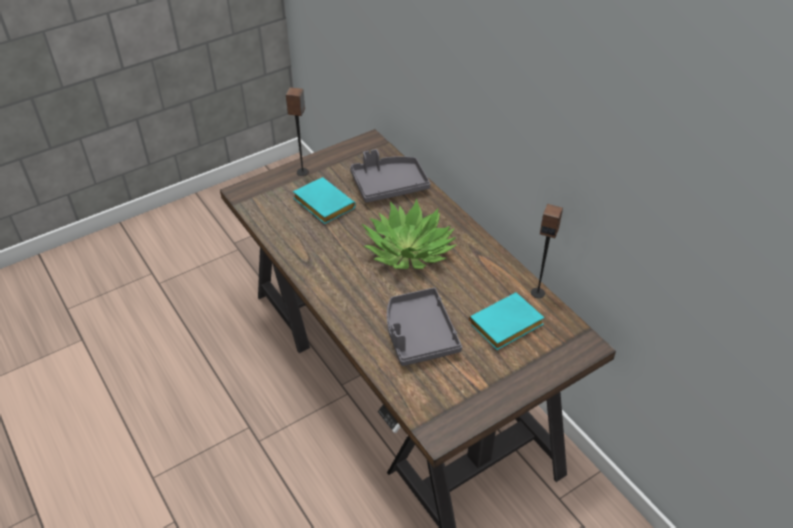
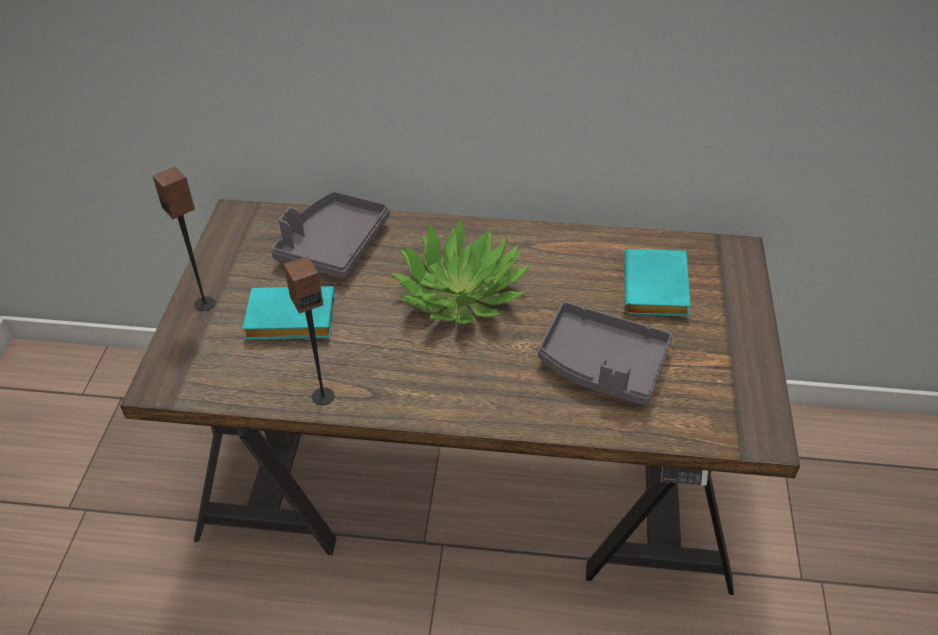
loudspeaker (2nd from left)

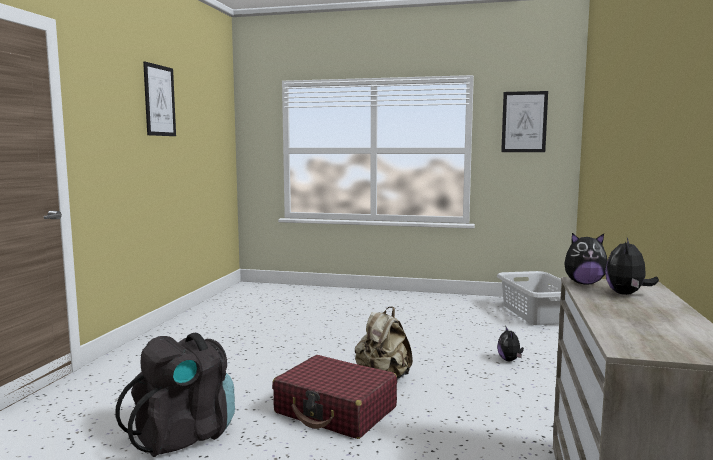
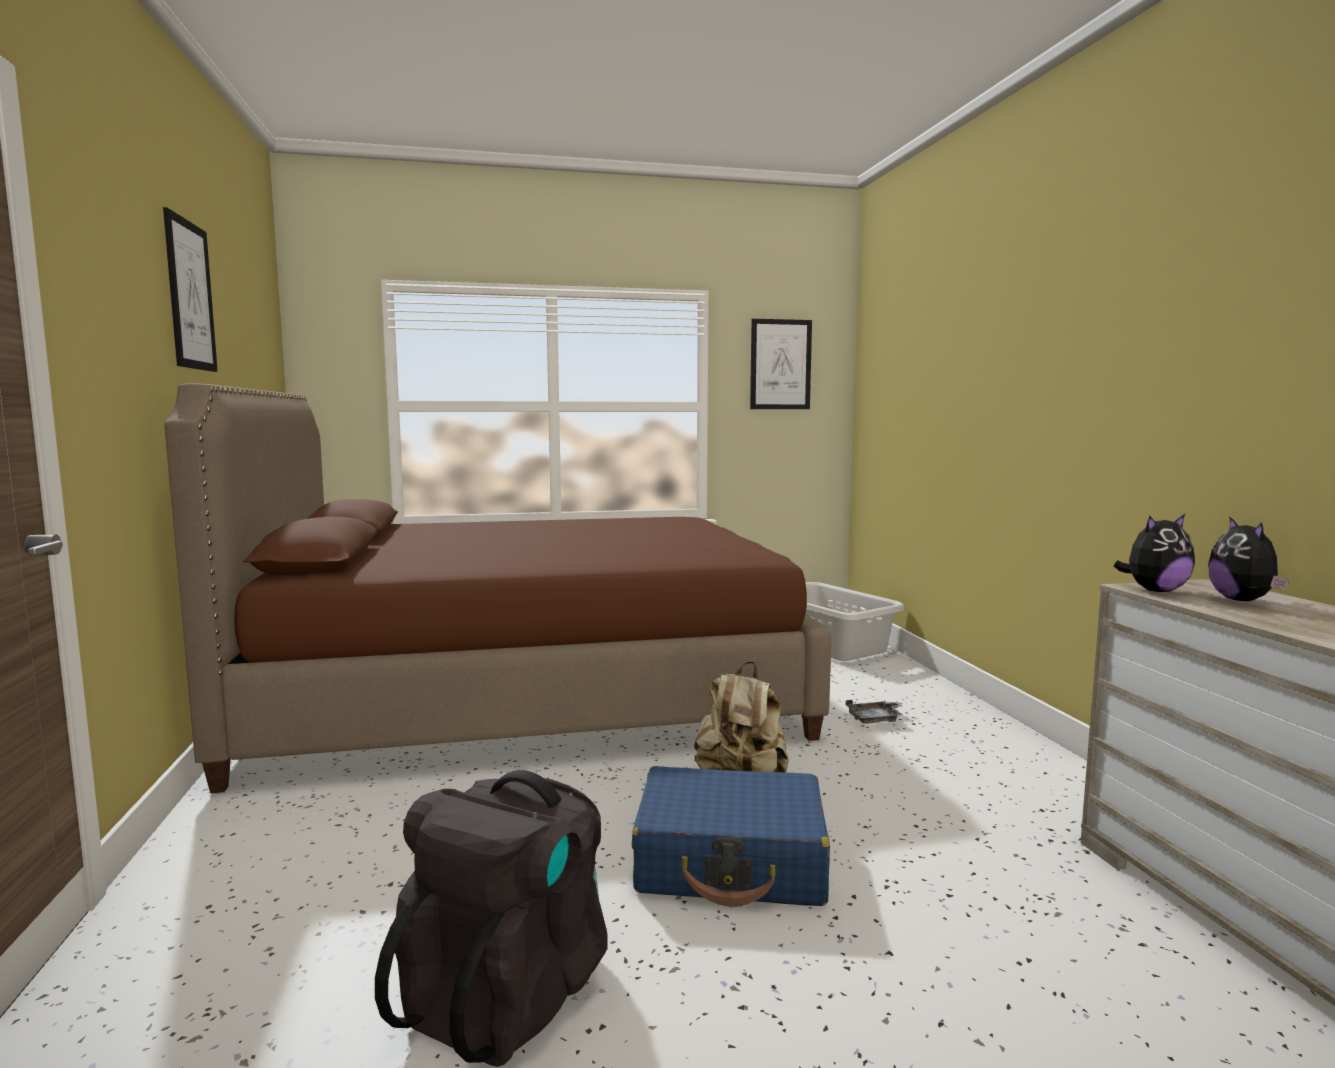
bed in brown-coloured
piece of luggage in blue
serving tray in grey

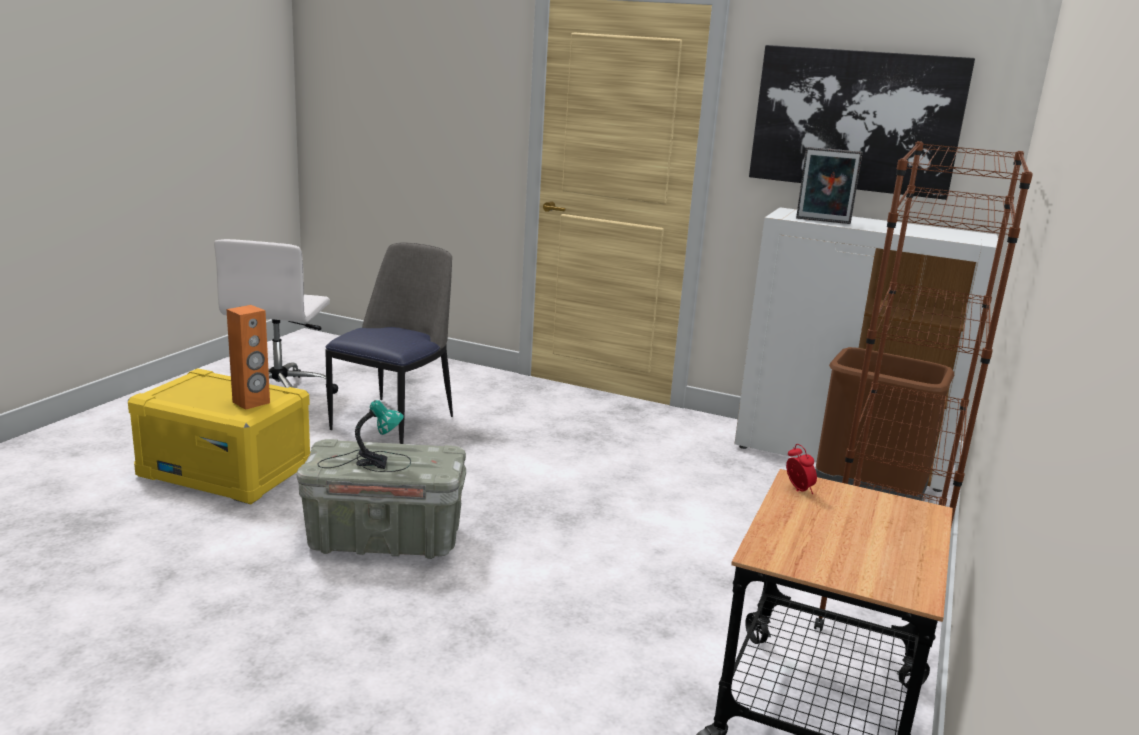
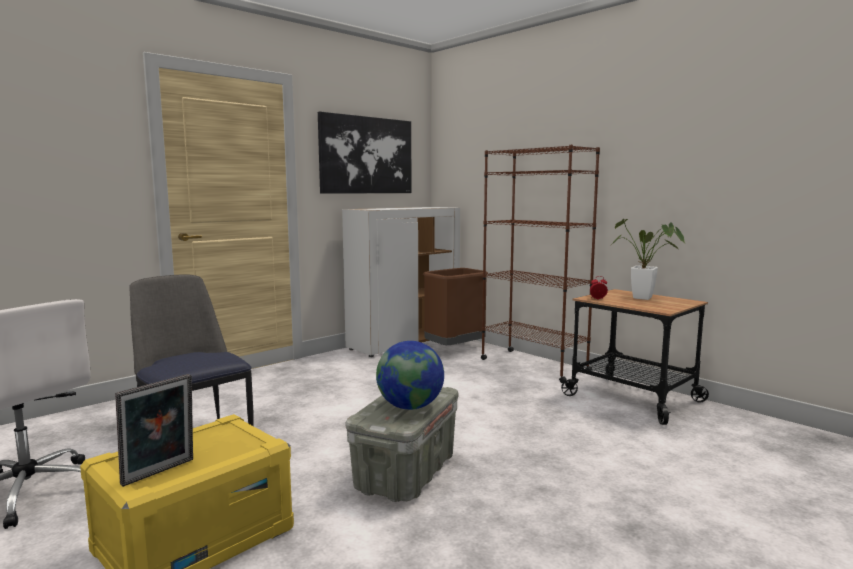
standing frame
world globe
plant in a pot
loudspeaker in orangey

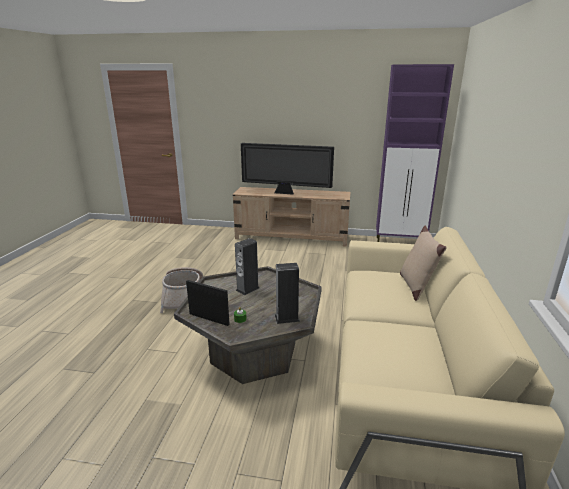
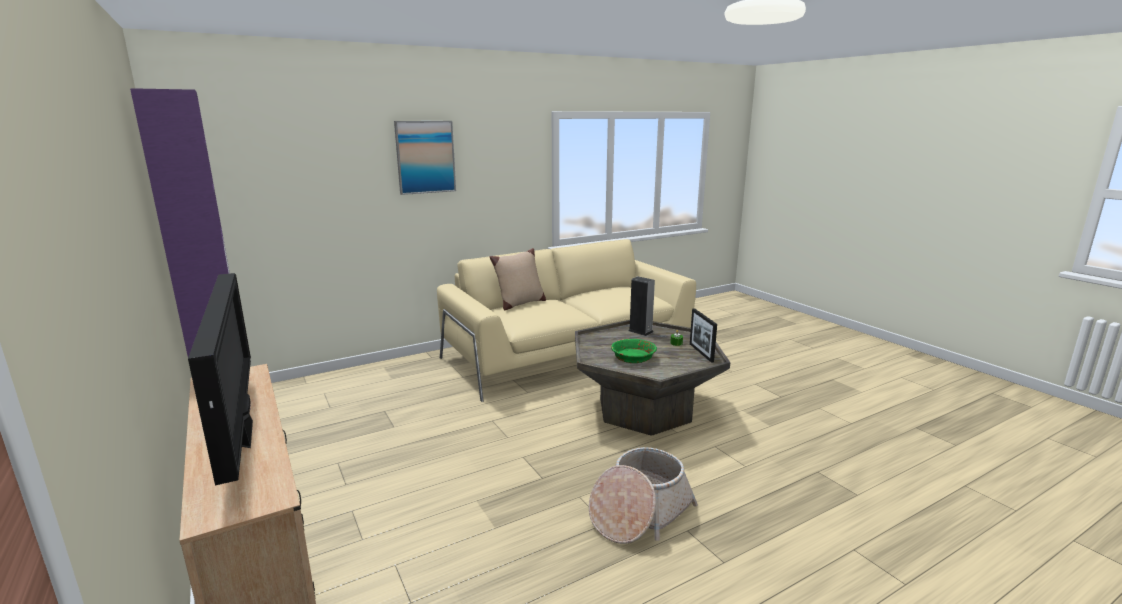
wall art
deep dish in green

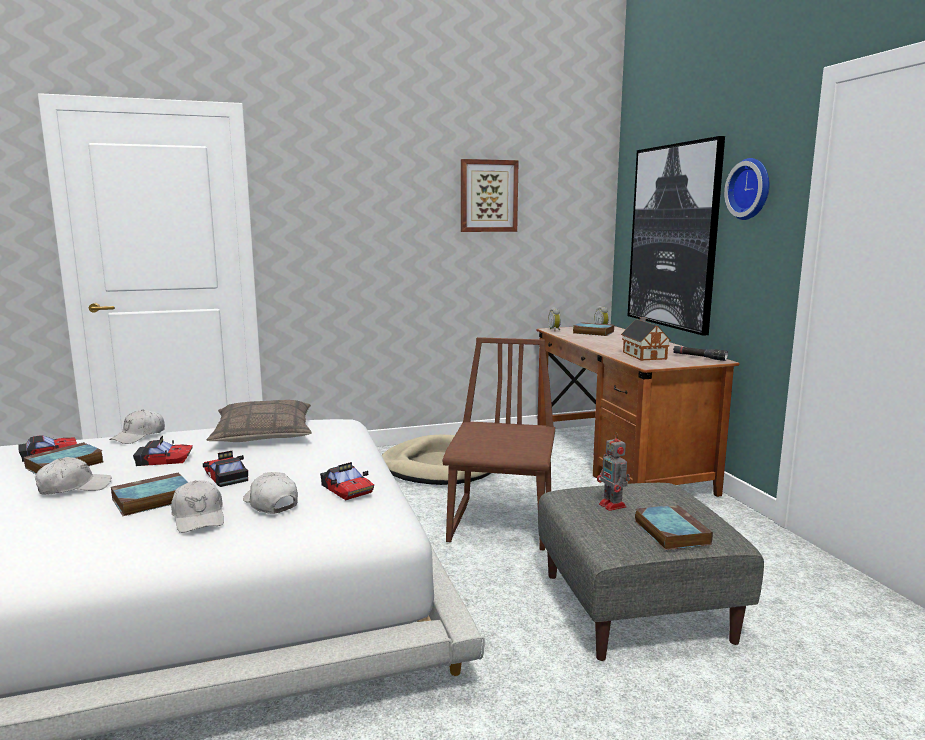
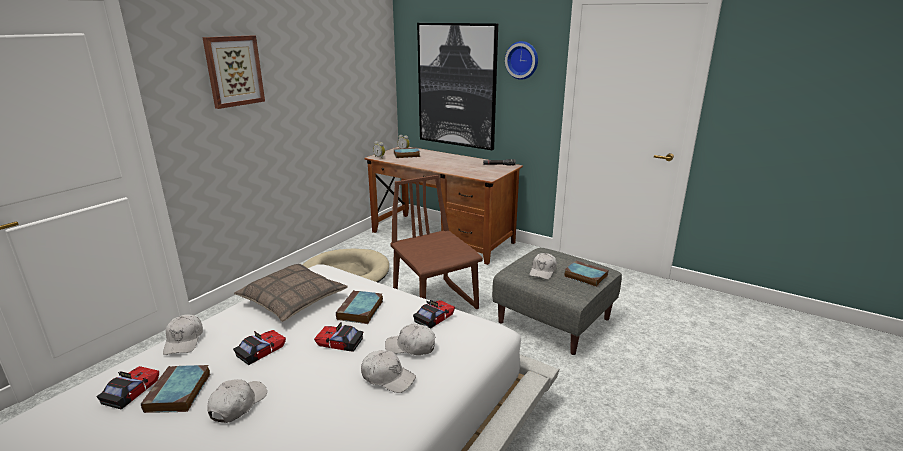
wall art (1st from left)
book (2nd from left)
toy car (4th from left)
cap in white (5th from left)
miniature house

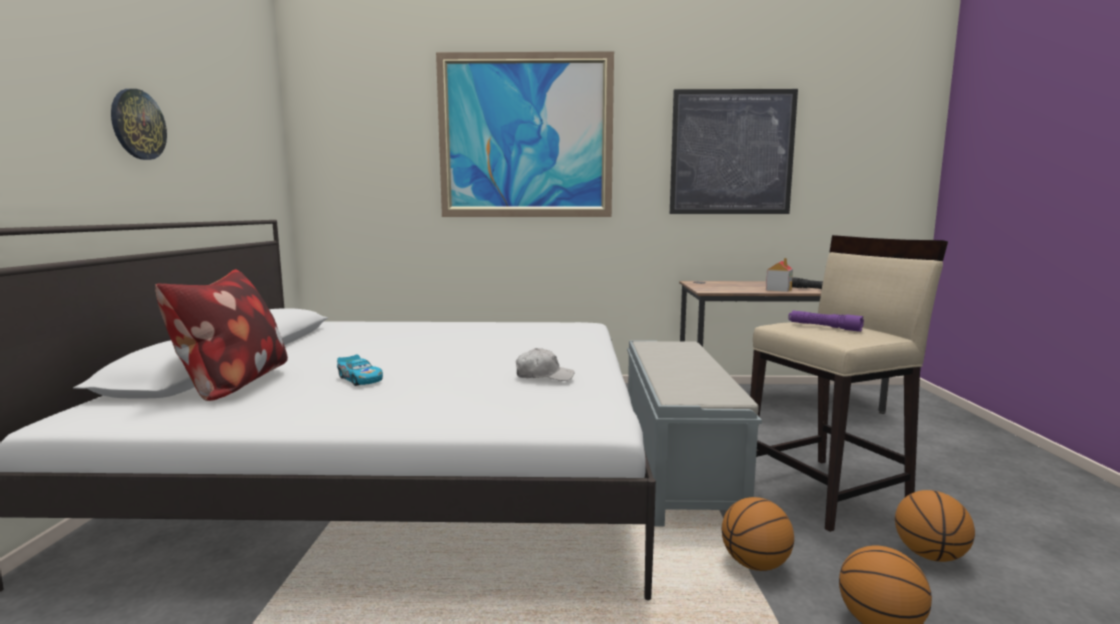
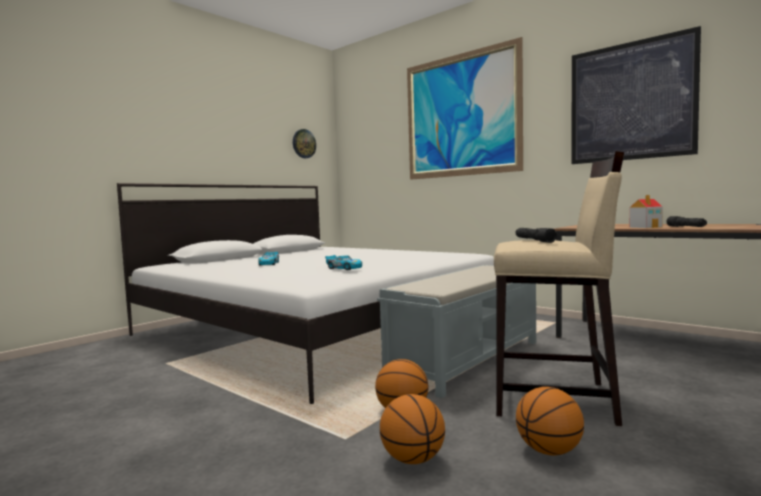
clock on the wall
toy car (2nd from left)
flashlight in black-coloured (1st from left)
cushion

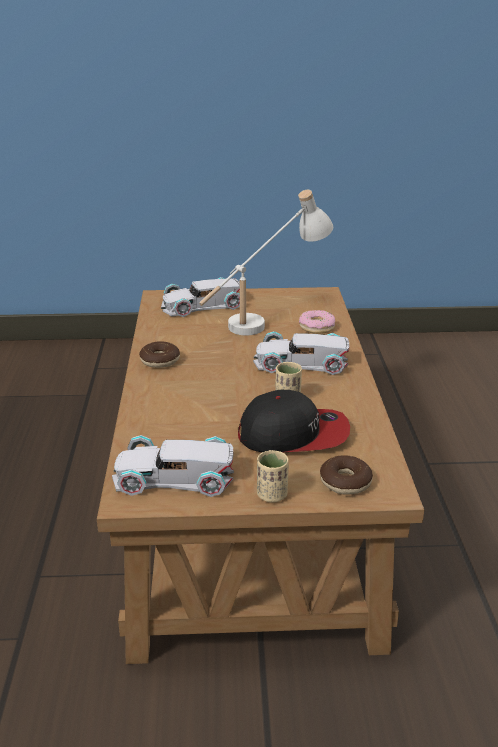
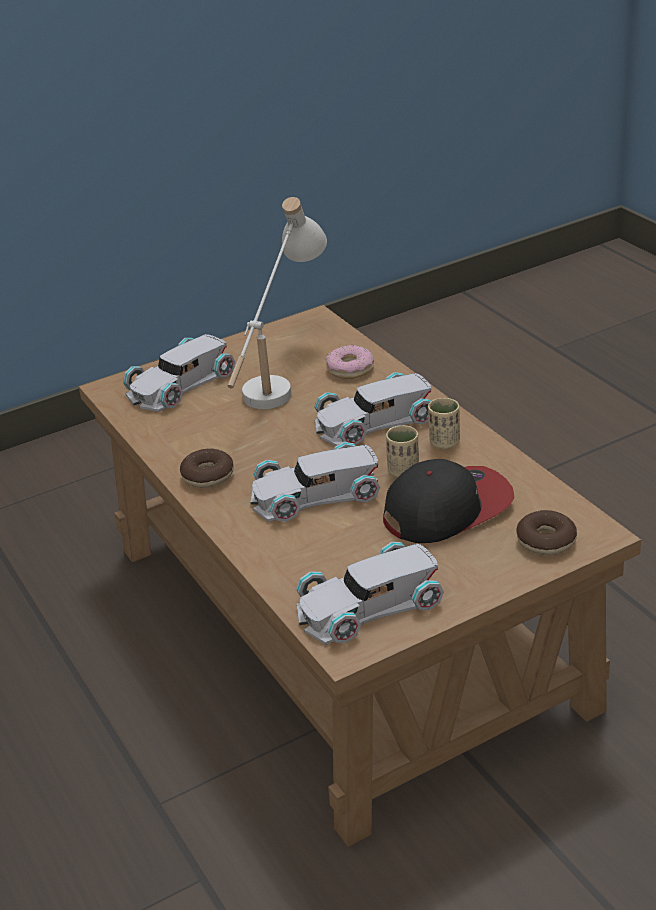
toy car in white (2nd from left)
cup in beige-coloured (2nd from left)

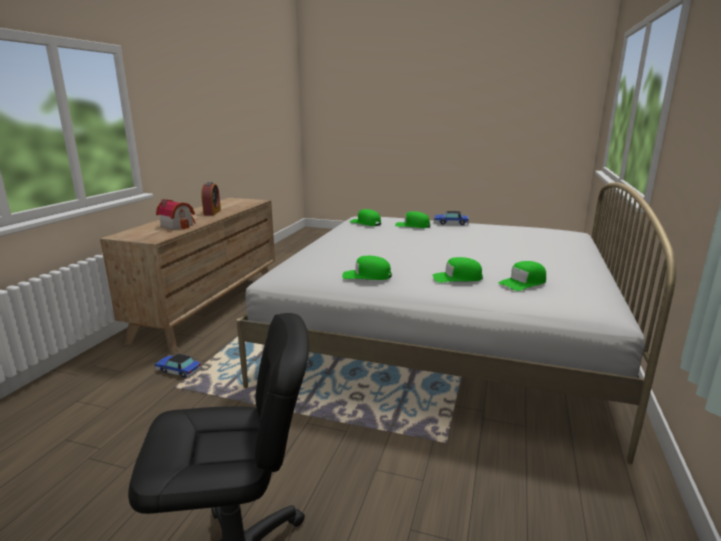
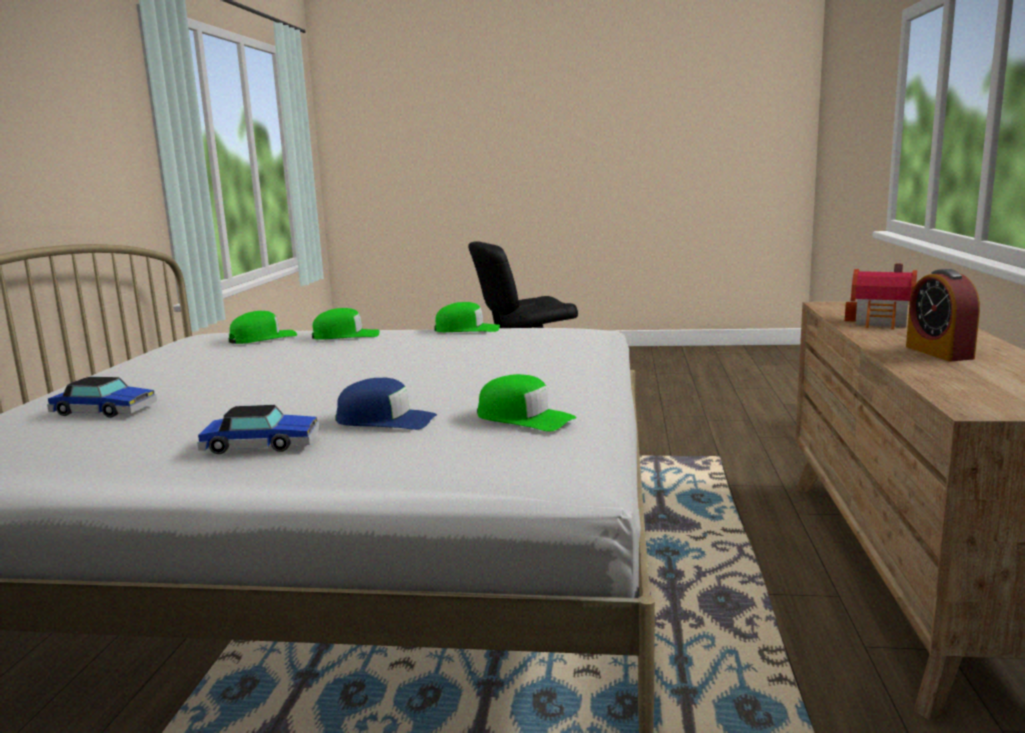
toy car (1st from left)
cap in blue

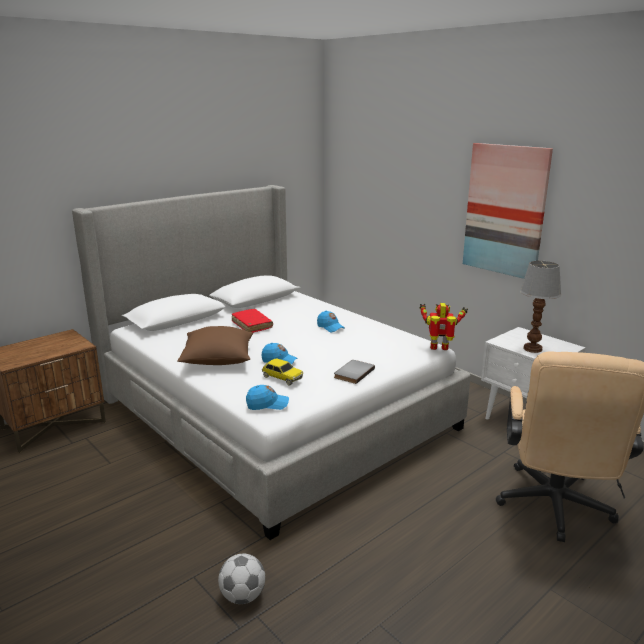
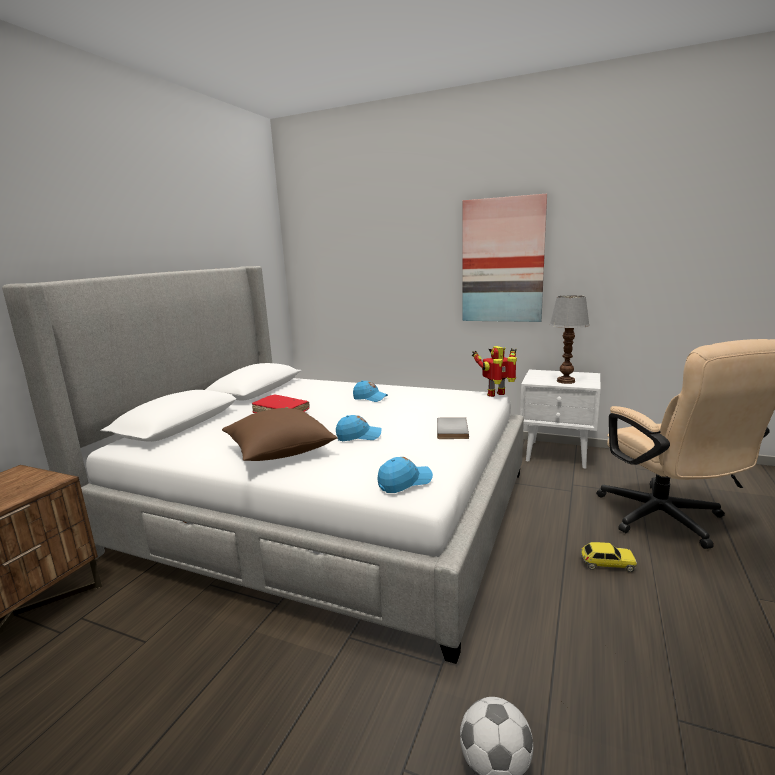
toy car

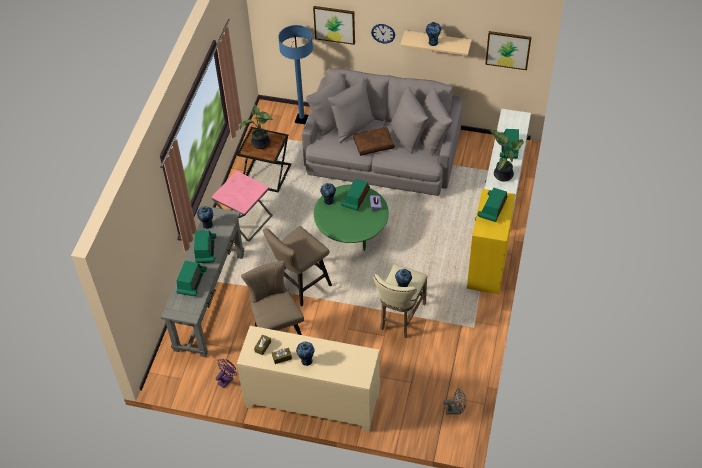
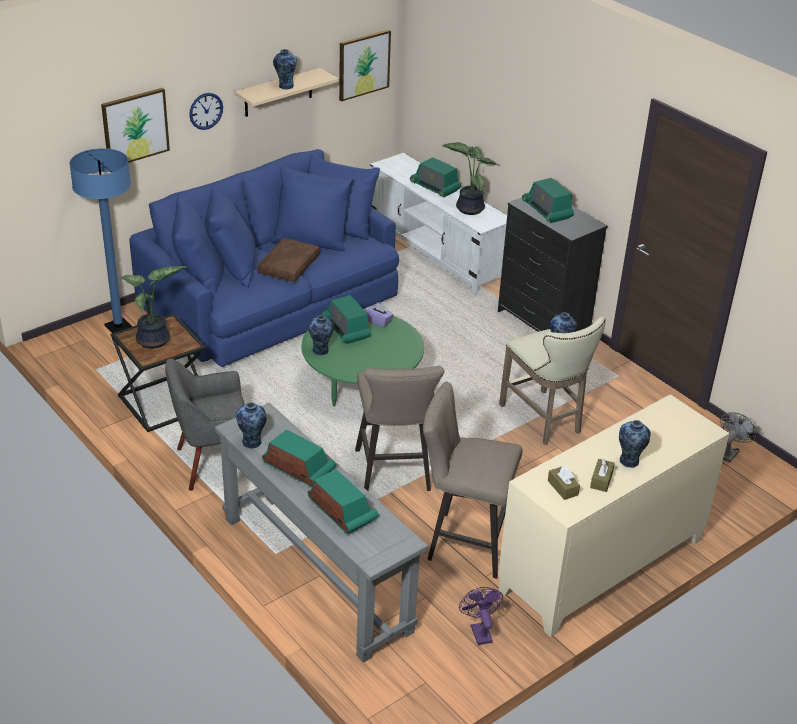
sofa in blue
easy chair in grey
dresser in black-coloured

